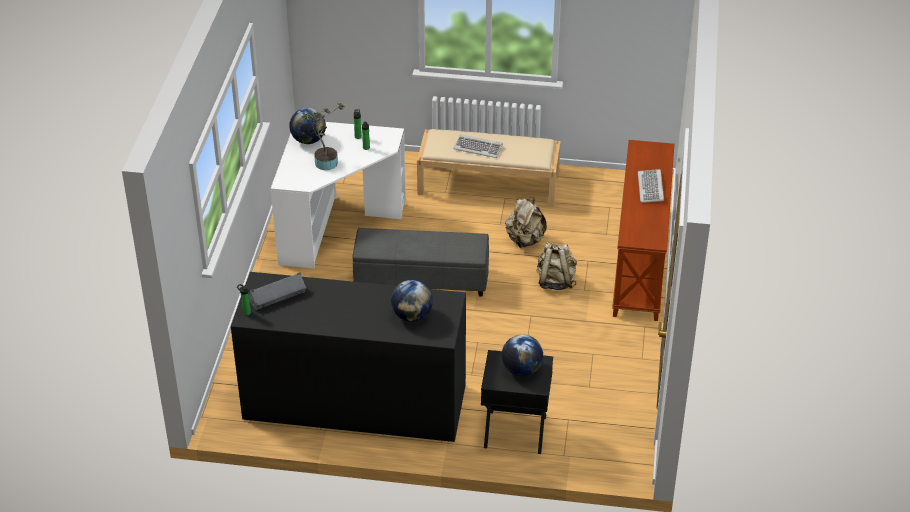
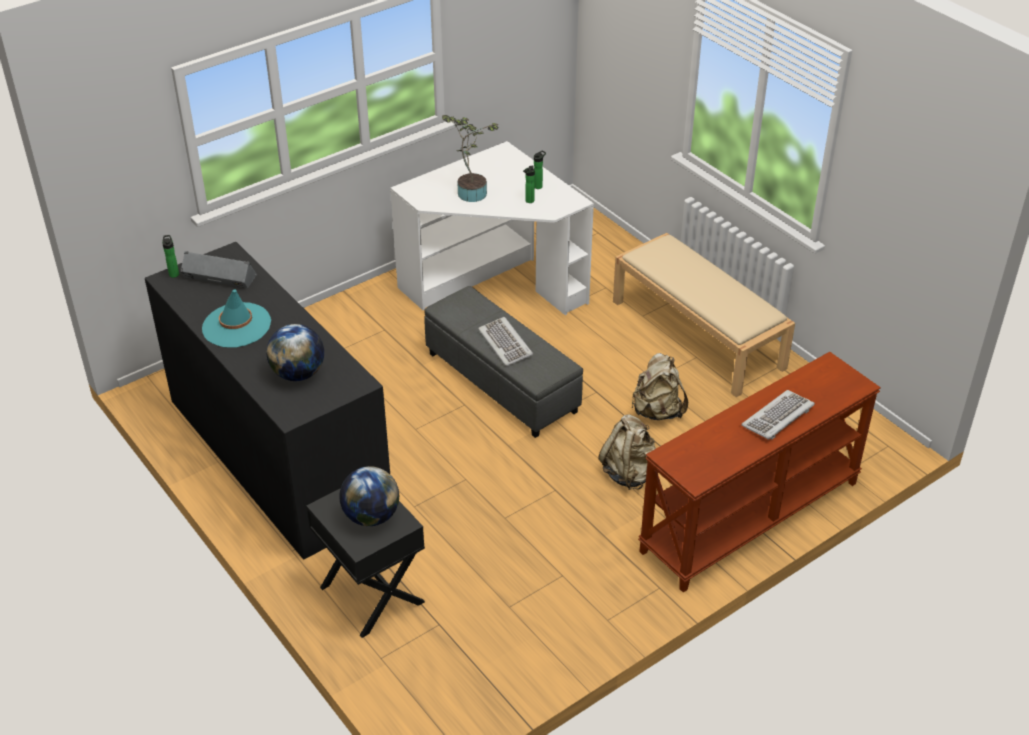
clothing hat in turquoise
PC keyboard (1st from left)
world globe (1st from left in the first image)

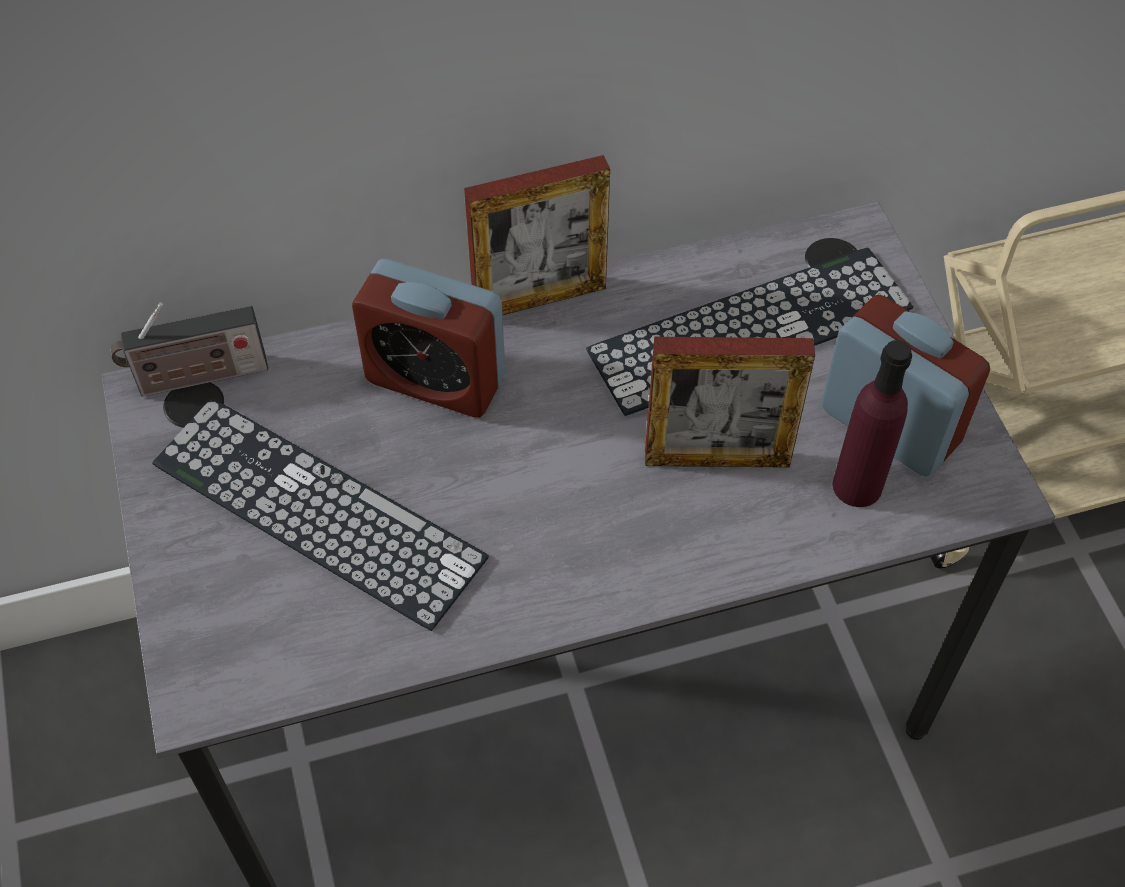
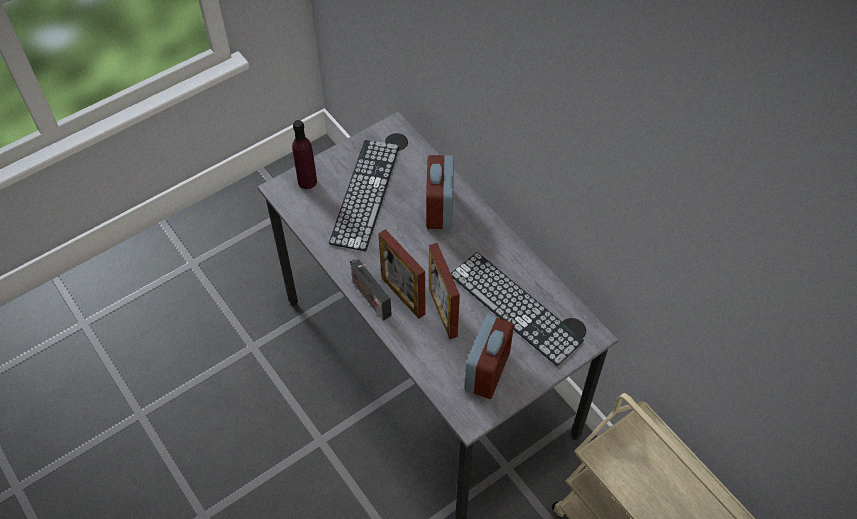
drink bottle in purple
radio receiver
standing frame (1st from left)

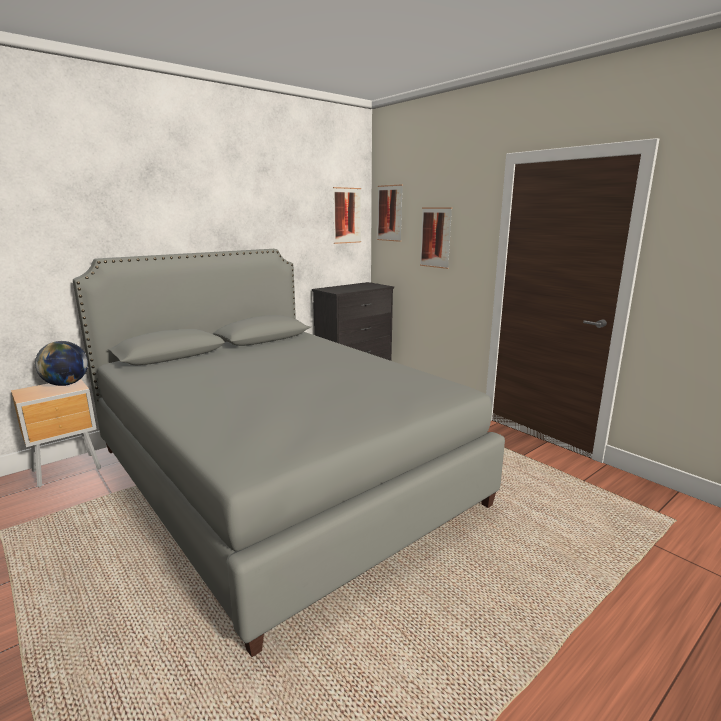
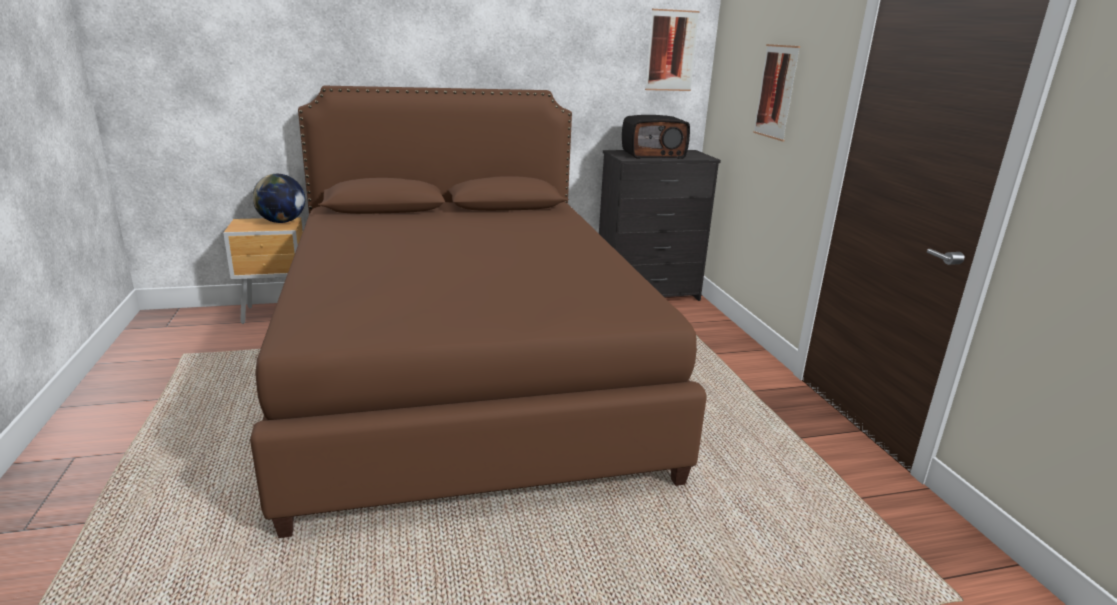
bed in brown-coloured
radio receiver
wall art (2nd from left in the first image)

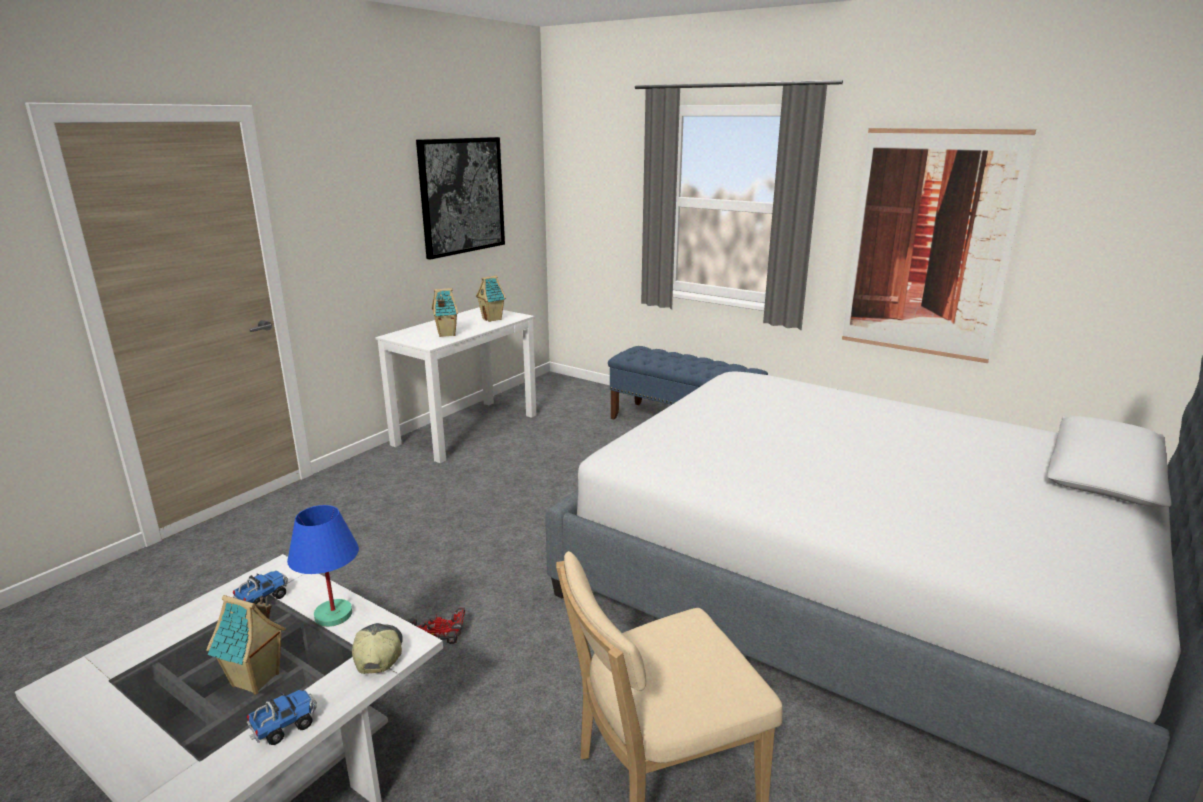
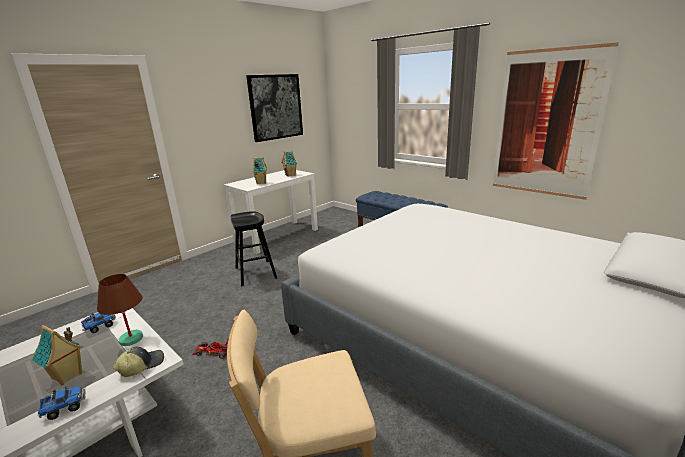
tabletop lamp in brown-coloured
cap
sitting stool in black-coloured

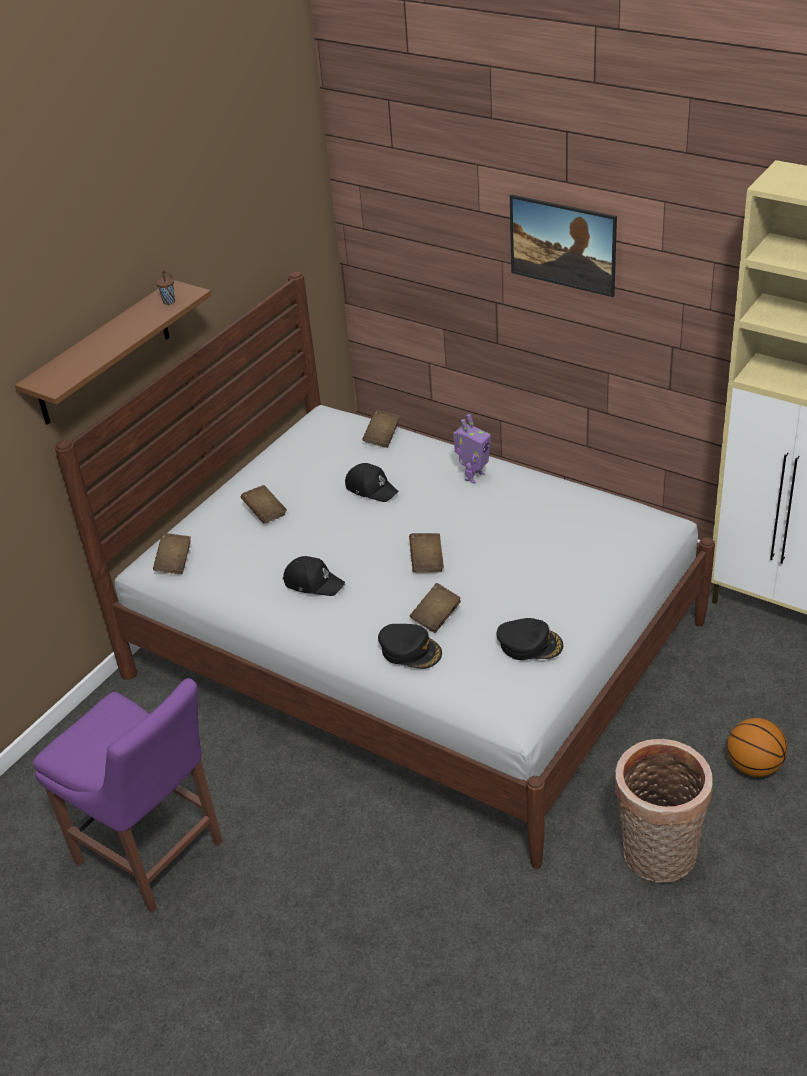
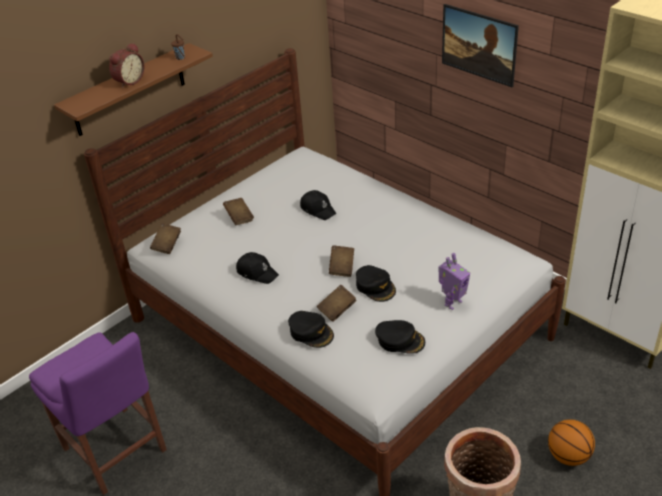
table clock
cap in black-coloured (4th from left)
toy robot
book in brown-coloured (3rd from left in the first image)

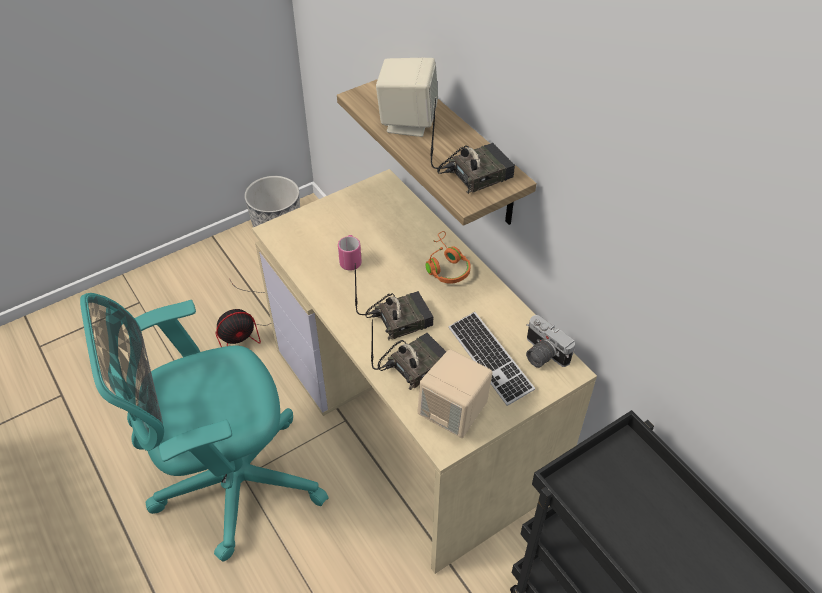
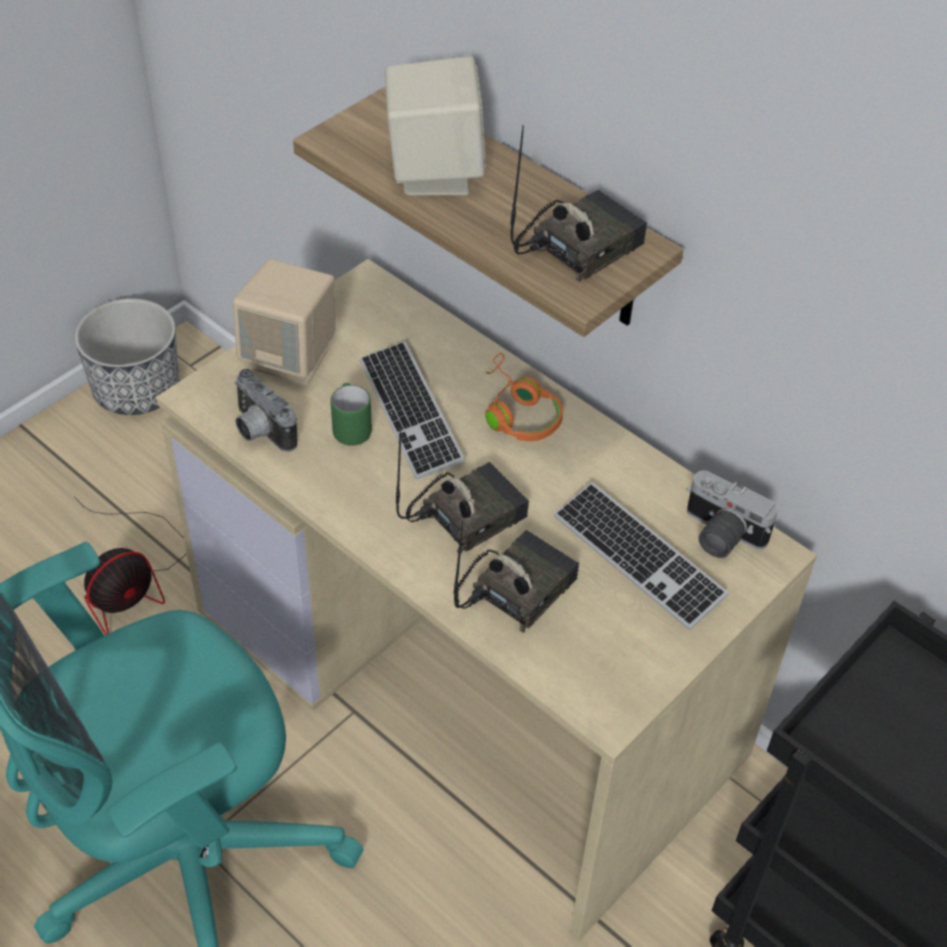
loudspeaker in beige-coloured (1st from left)
still camera (1st from left)
coffee mug in green
PC keyboard (1st from left)

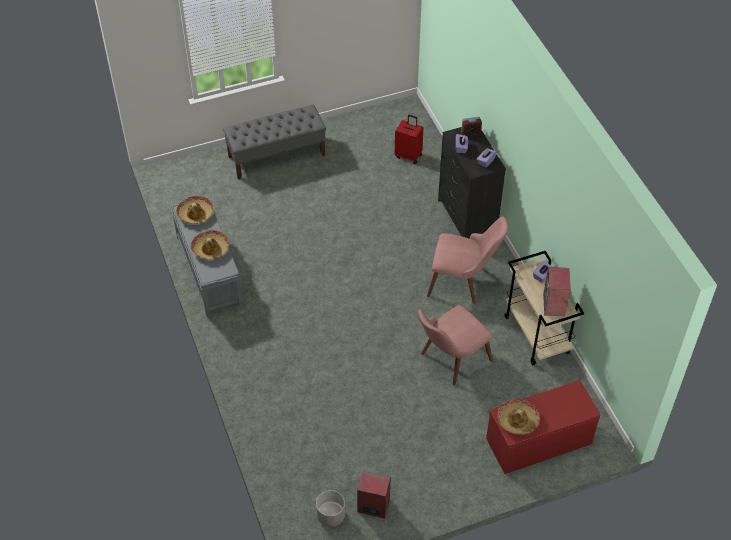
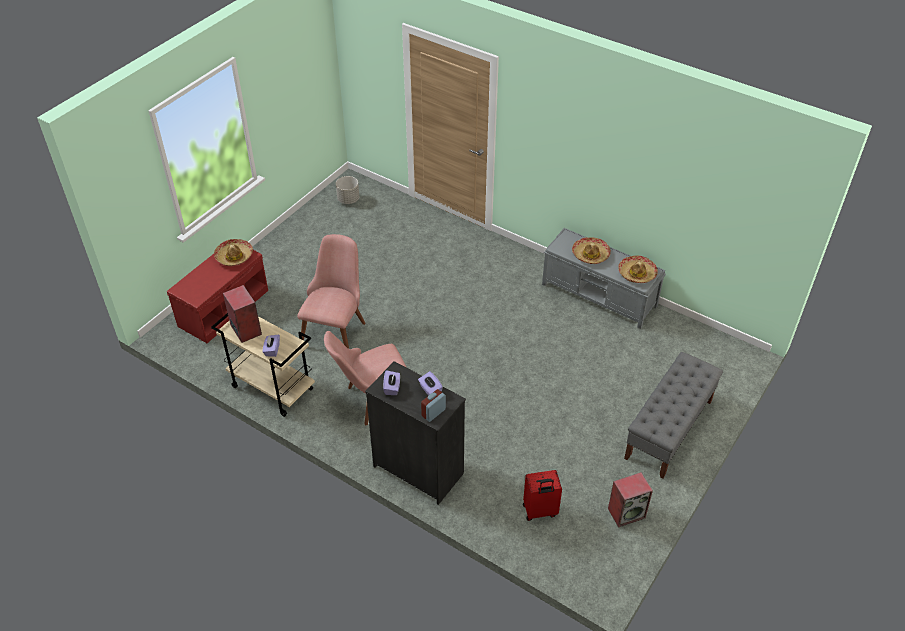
loudspeaker (2nd from left)

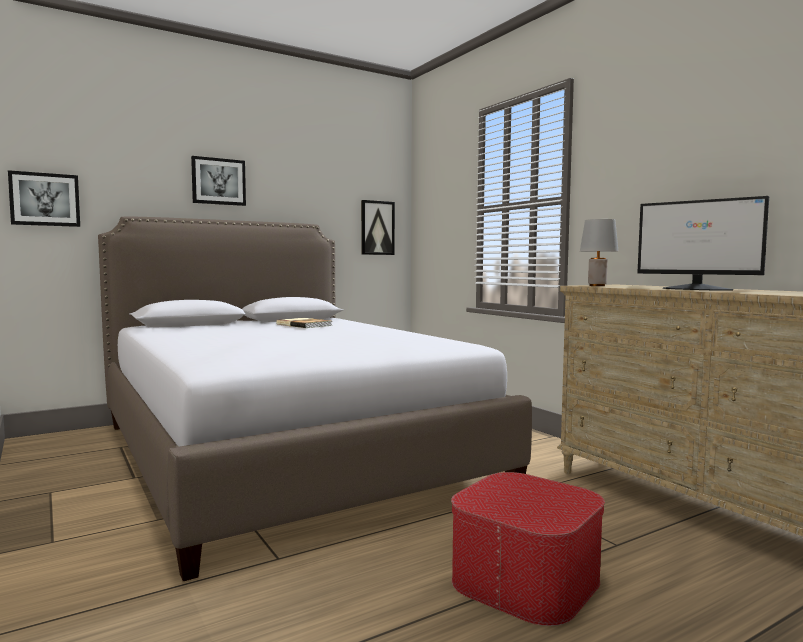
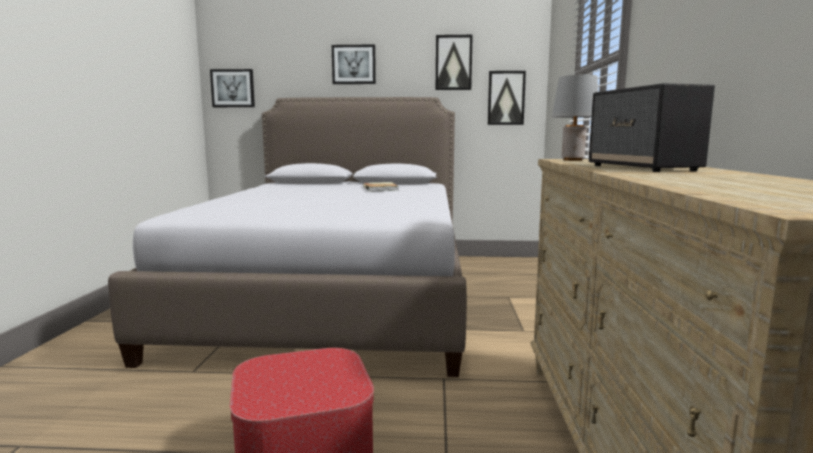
wall art (3rd from left)
loudspeaker

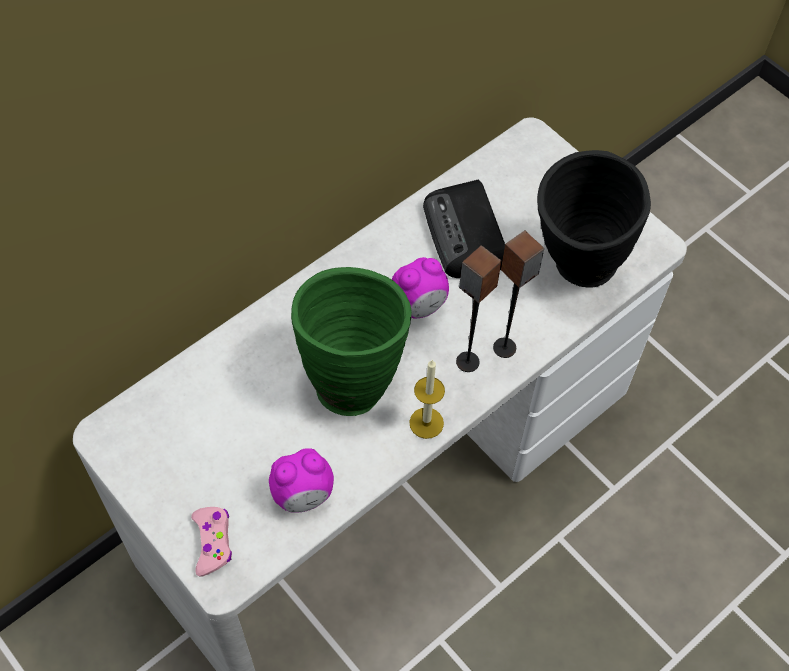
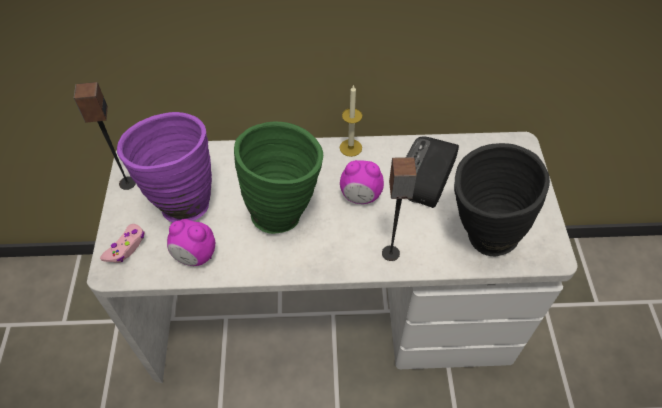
loudspeaker (1st from left)
vase in purple
wax candle

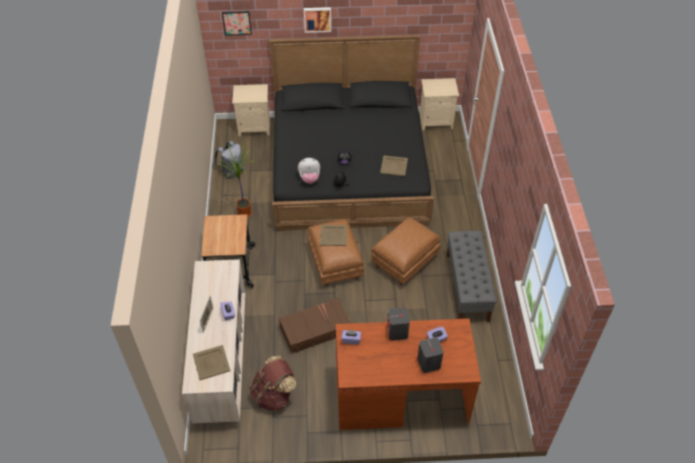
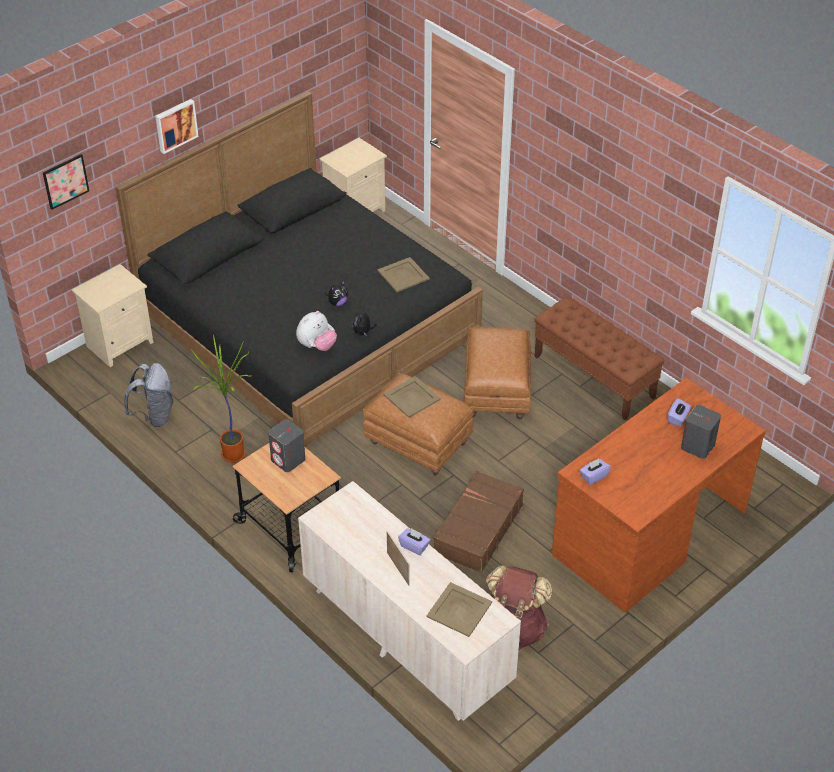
loudspeaker in grey (1st from left)
indoor bench in brown-coloured

